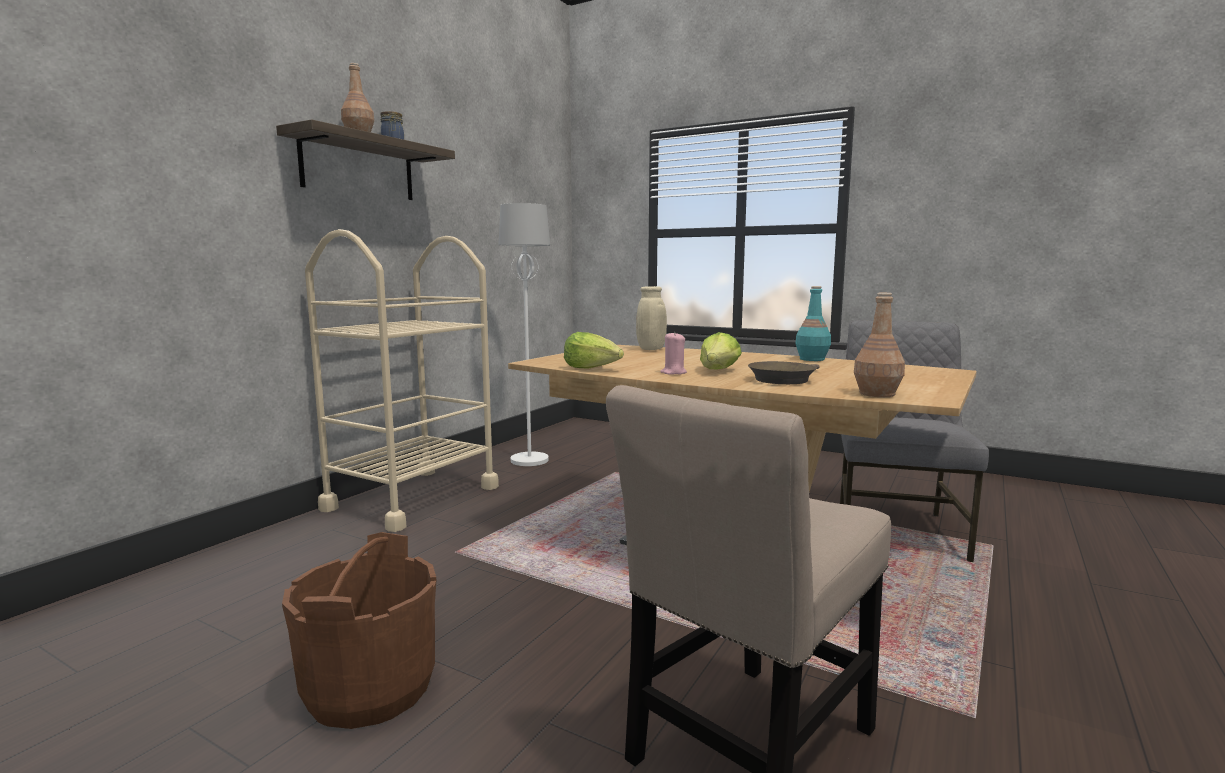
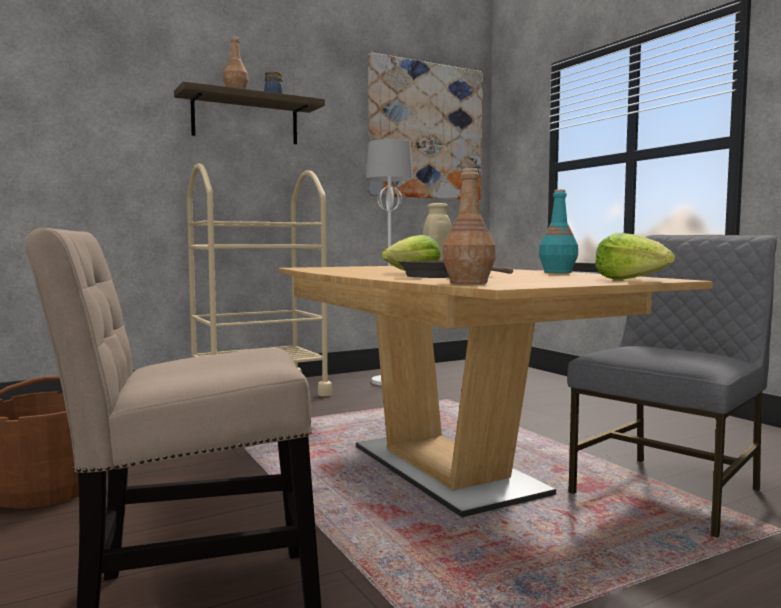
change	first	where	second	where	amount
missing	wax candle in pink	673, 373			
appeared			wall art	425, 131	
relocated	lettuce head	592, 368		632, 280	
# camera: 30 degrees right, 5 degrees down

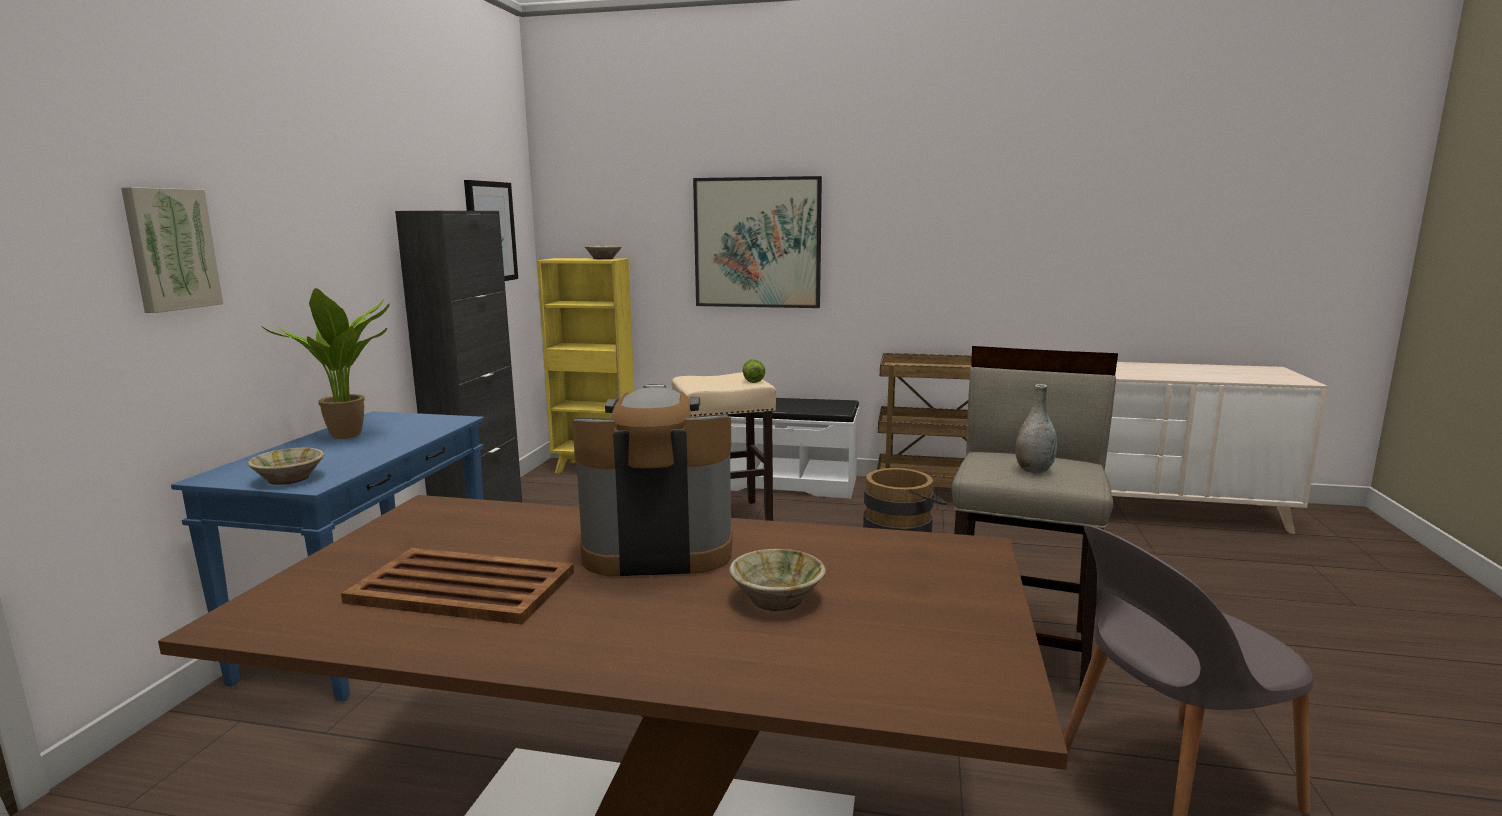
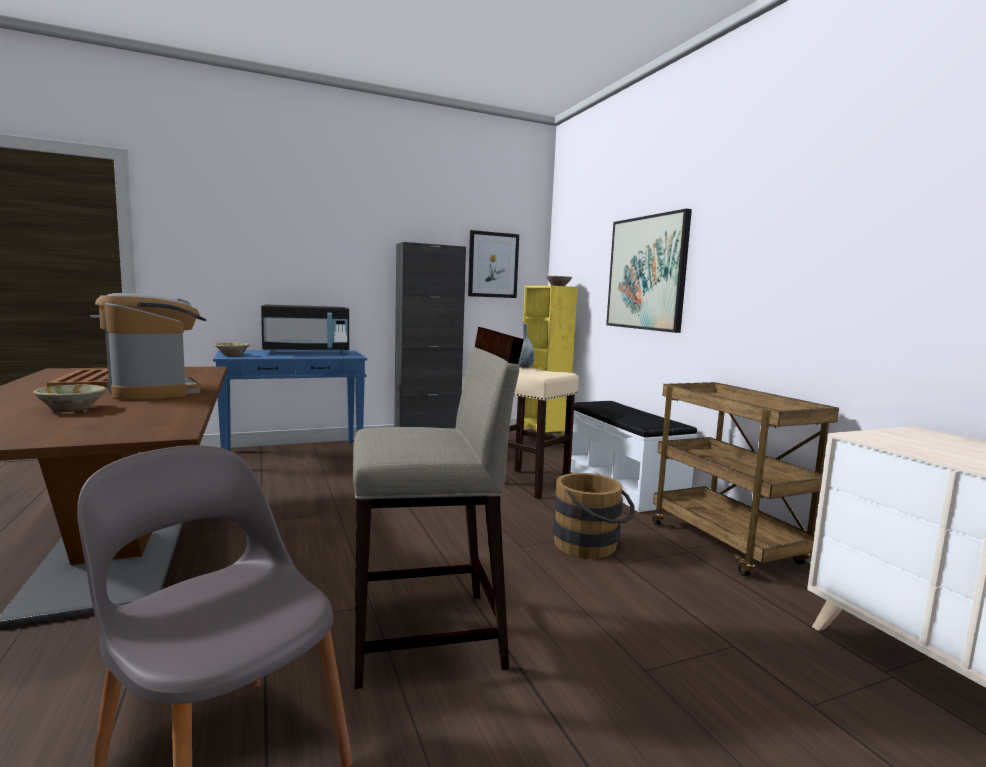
change	first	where	second	where	amount
missing	wall art	170, 249			
missing	lettuce head	753, 380			
relocated	vase in grey	1034, 470		524, 367	
exchanged	plant in a pot	351, 436	kitchen microwave in black-coloured	307, 352	
# camera: 55 degrees right, 5 degrees down

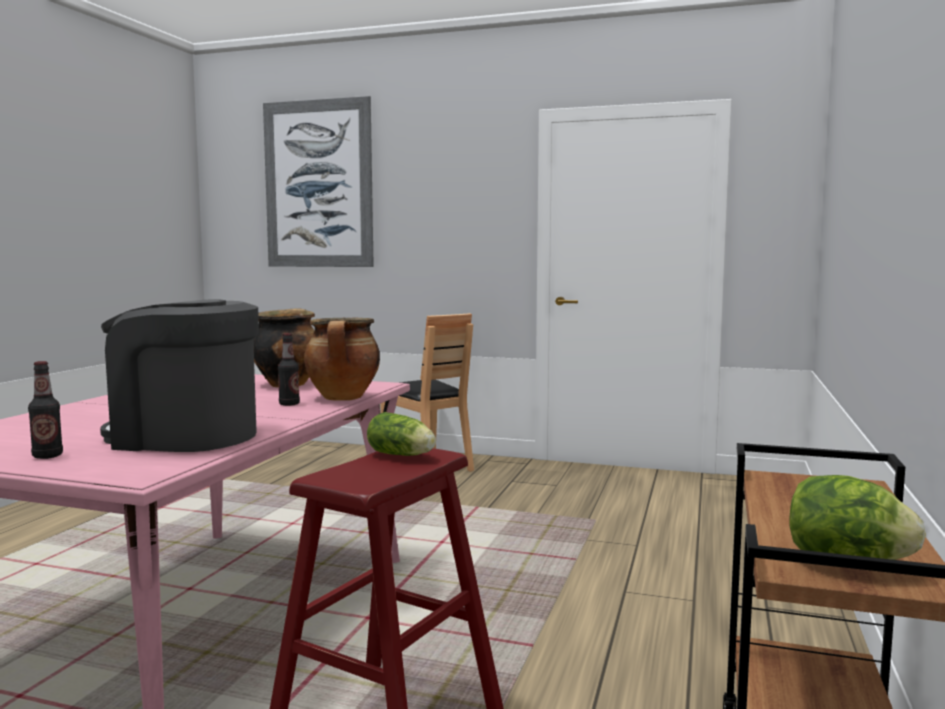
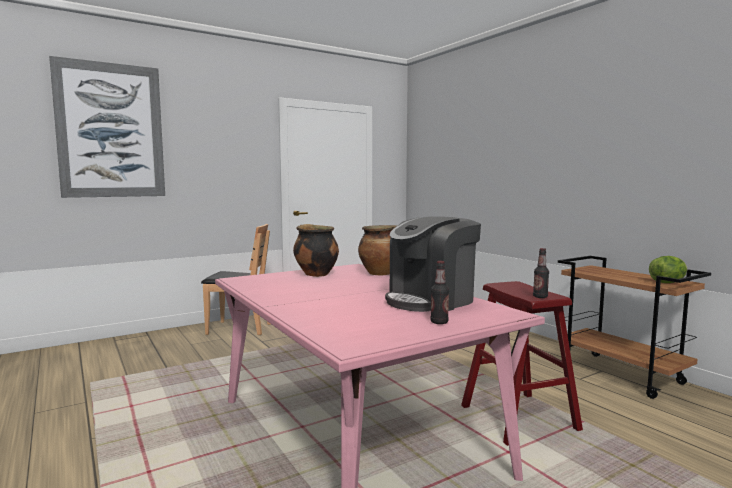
change	first	where	second	where	amount
missing	lettuce head	403, 455			
relocated	drink bottle	289, 404		540, 297	
# camera: 50 degrees left, 0 degrees up

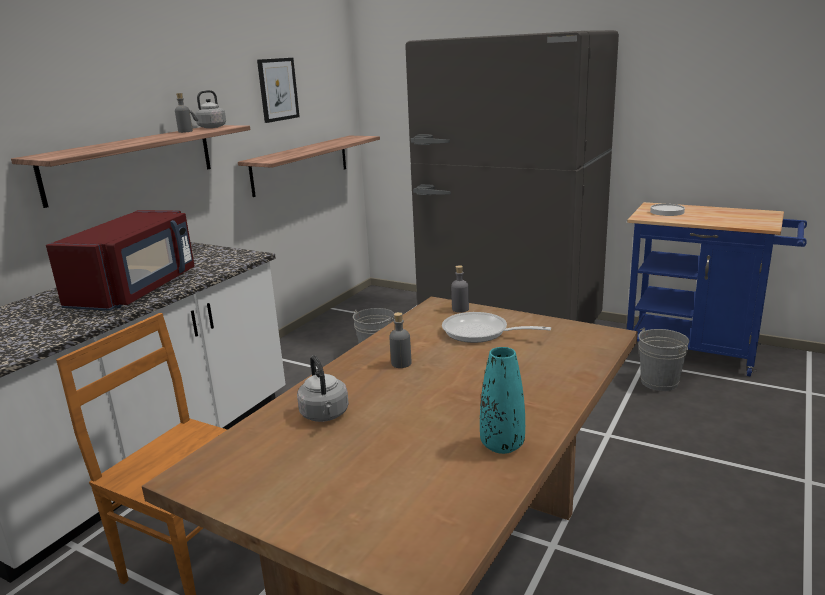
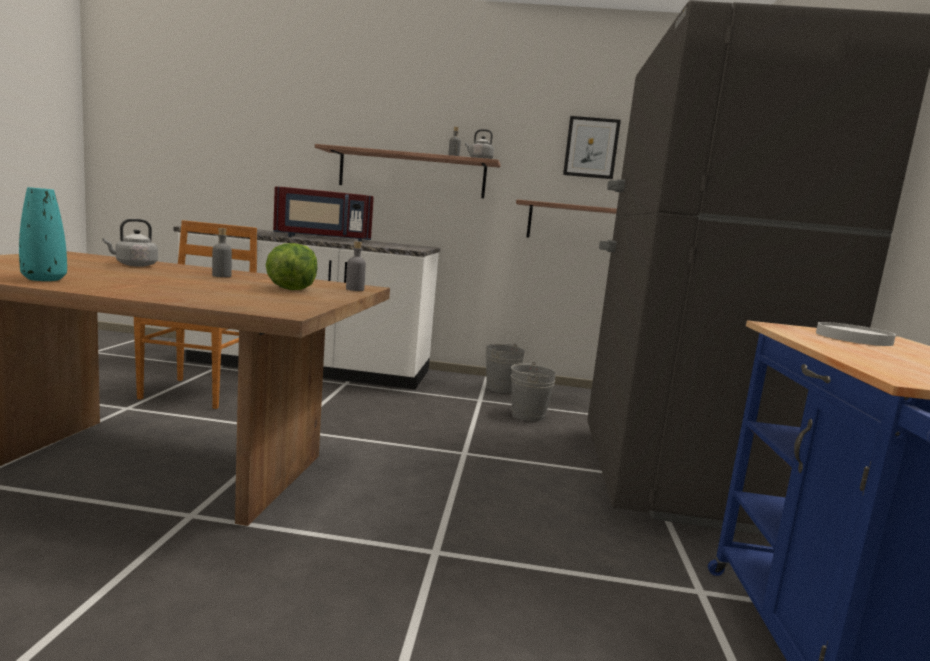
change	first	where	second	where	amount
relocated	water bucket in grey	659, 382		501, 388	
exchanged	skillet	481, 333	lettuce head	291, 289	
# camera: 65 degrees right, 10 degrees down

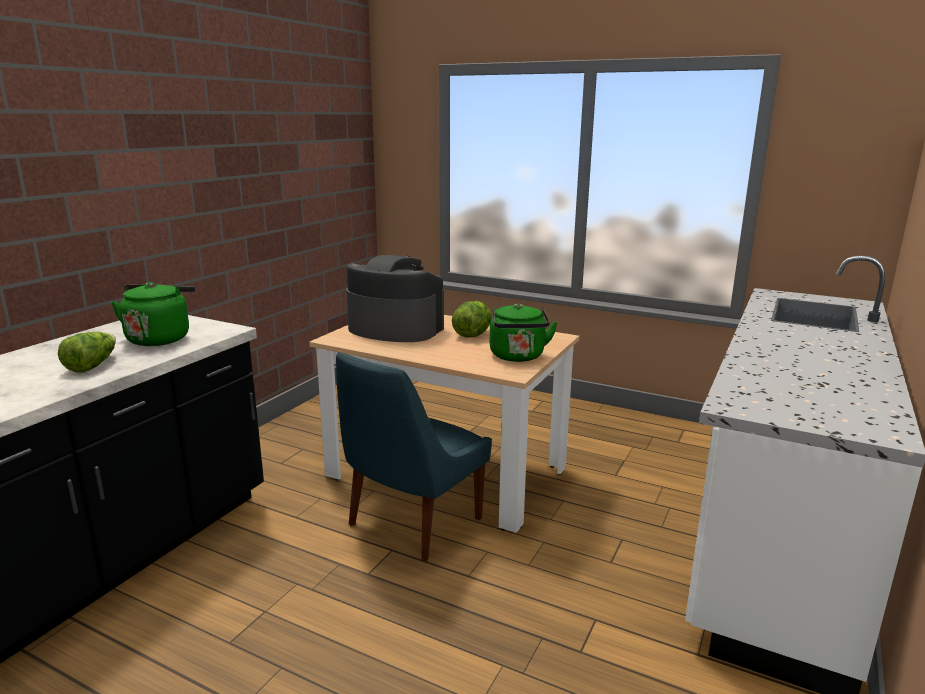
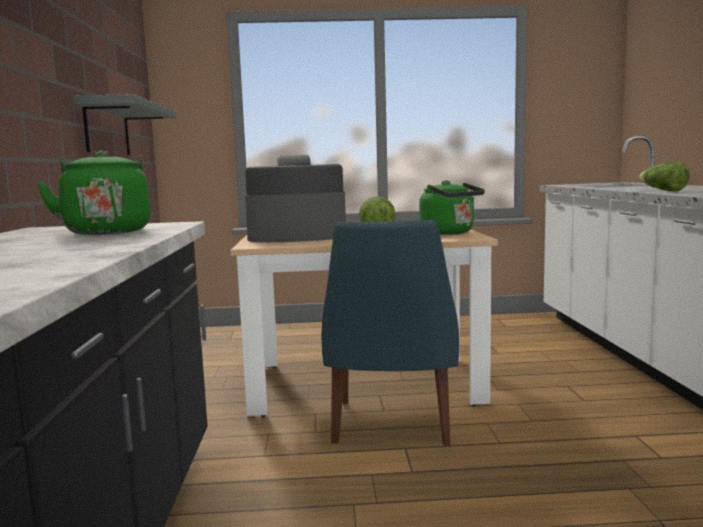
change	first	where	second	where	amount
appeared			wall shelf in grey	107, 129	
relocated	lettuce head	92, 365		662, 191	
# camera: 30 degrees left, 10 degrees down

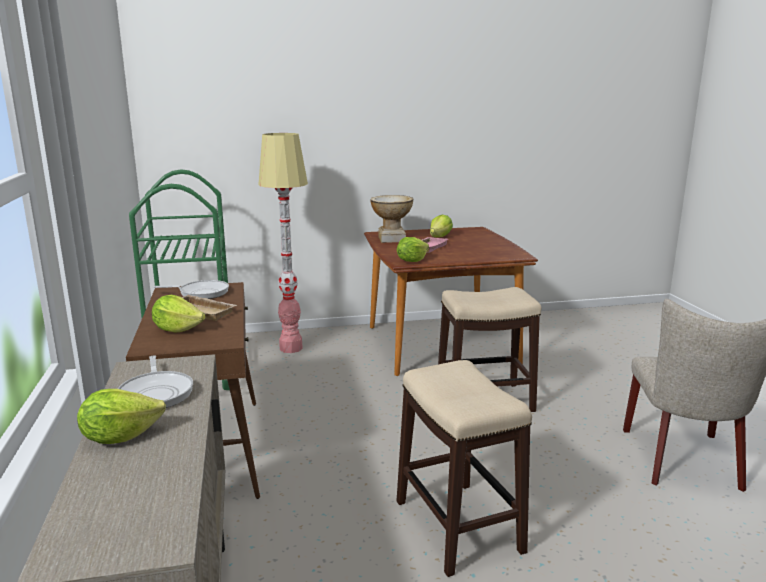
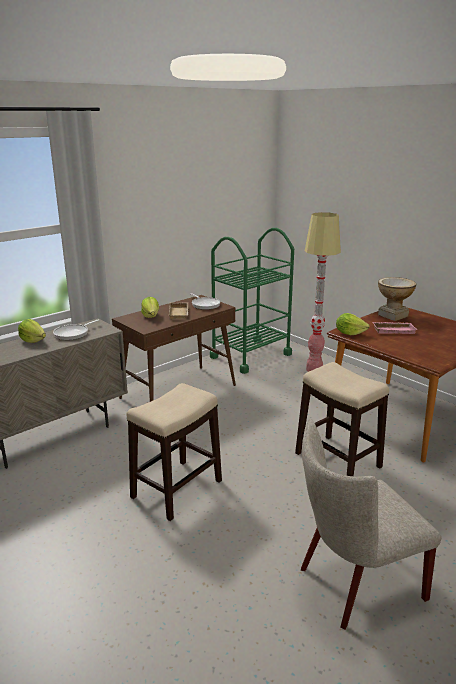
change	first	where	second	where	amount
missing	lettuce head	440, 237			
# camera: 60 degrees right, 5 degrees up

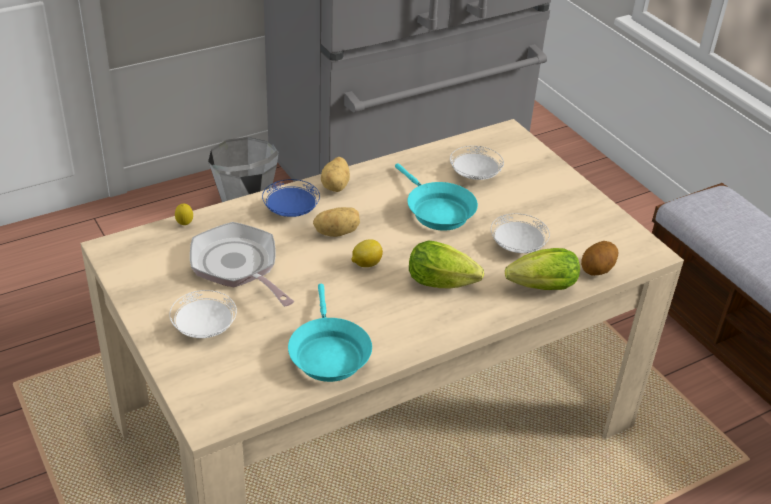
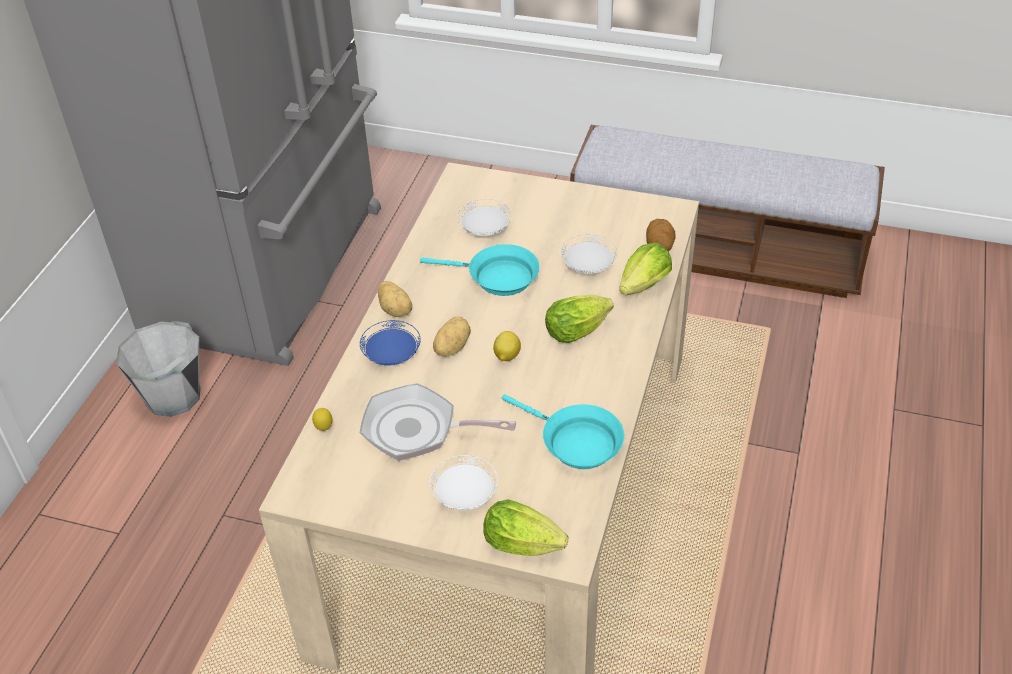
change	first	where	second	where	amount
appeared			lettuce head	527, 546	
# camera: 40 degrees left, 5 degrees up

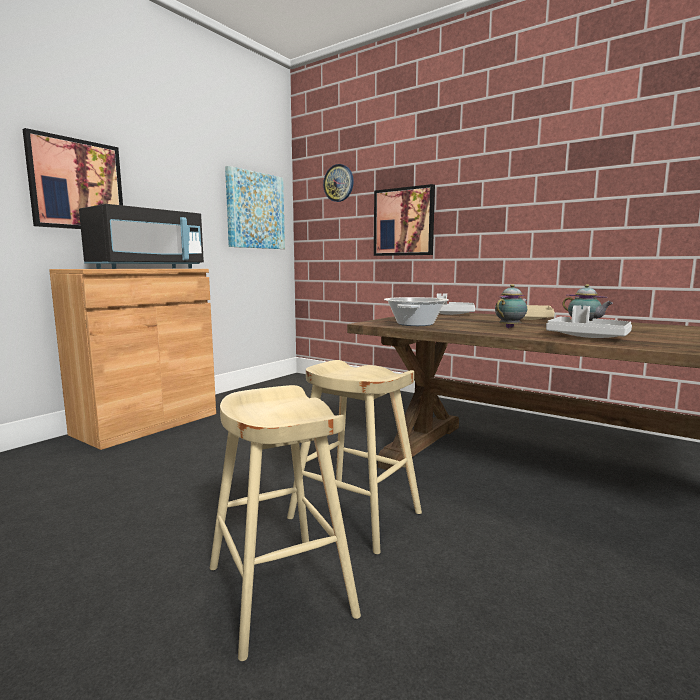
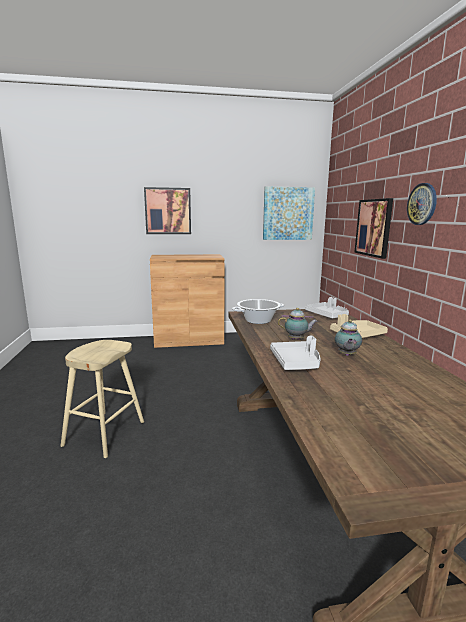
change	first	where	second	where	amount
missing	kitchen microwave in black-coloured	147, 268			
missing	sitting stool in sand-coloured	355, 516			
relocated	clock on the wall	338, 183		422, 204	
# camera: 45 degrees right, 5 degrees up

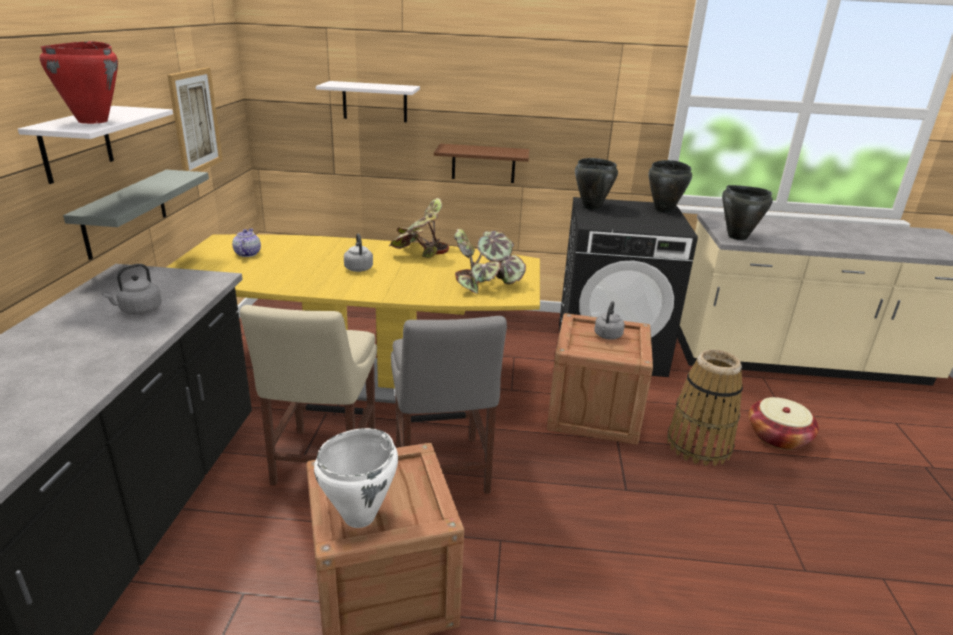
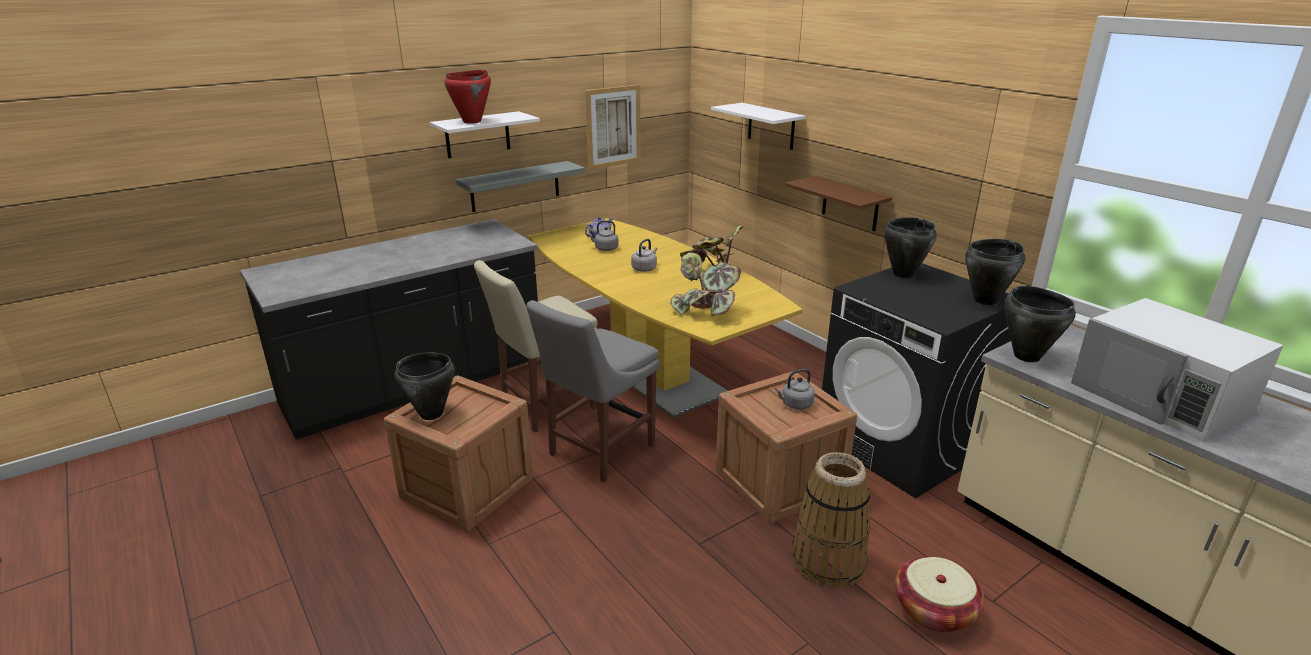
change	first	where	second	where	amount
appeared			kitchen microwave in whitish	1161, 397	
relocated	kettle in grey	139, 311		605, 249	
colour	saucepot in whitish	360, 516	saucepot in black-coloured	431, 414	
# camera: 50 degrees right, 0 degrees up

